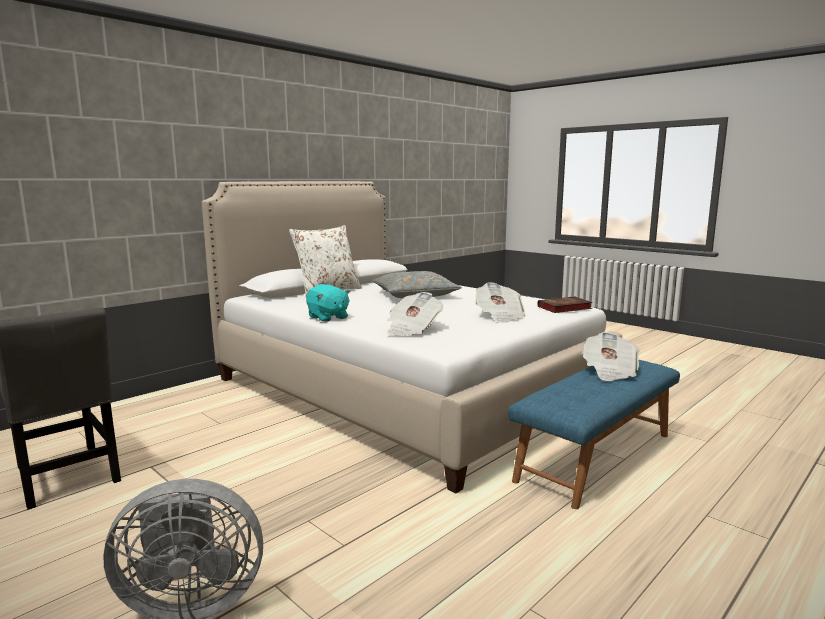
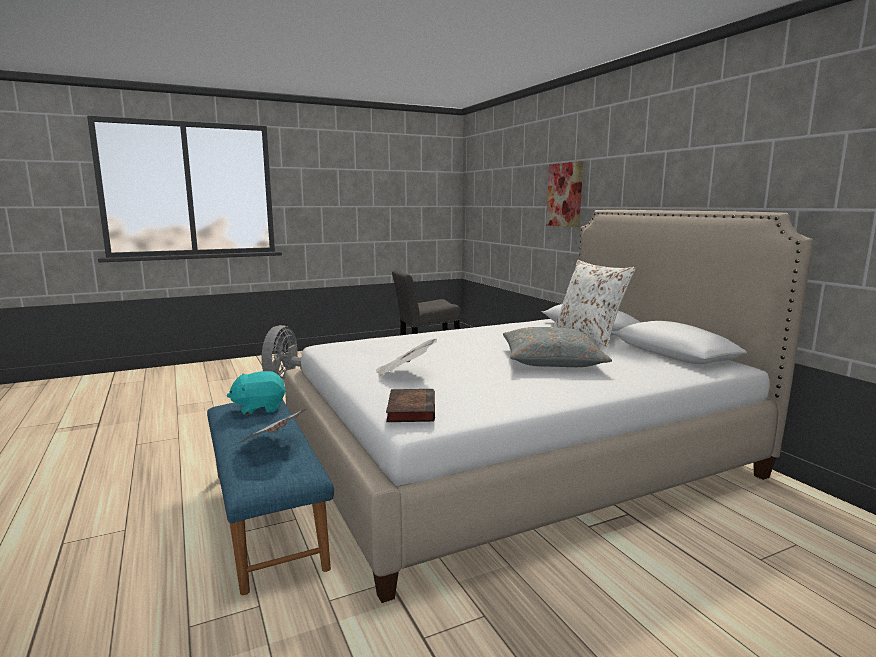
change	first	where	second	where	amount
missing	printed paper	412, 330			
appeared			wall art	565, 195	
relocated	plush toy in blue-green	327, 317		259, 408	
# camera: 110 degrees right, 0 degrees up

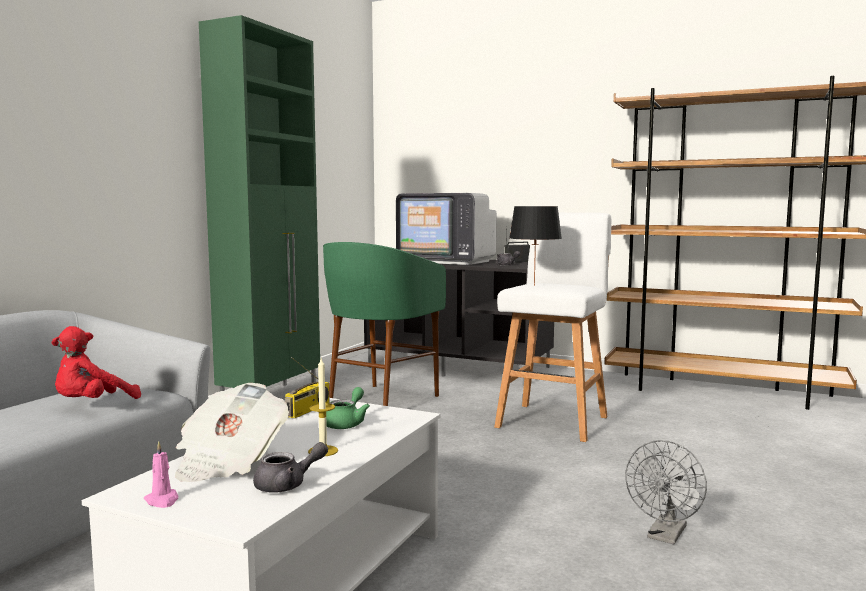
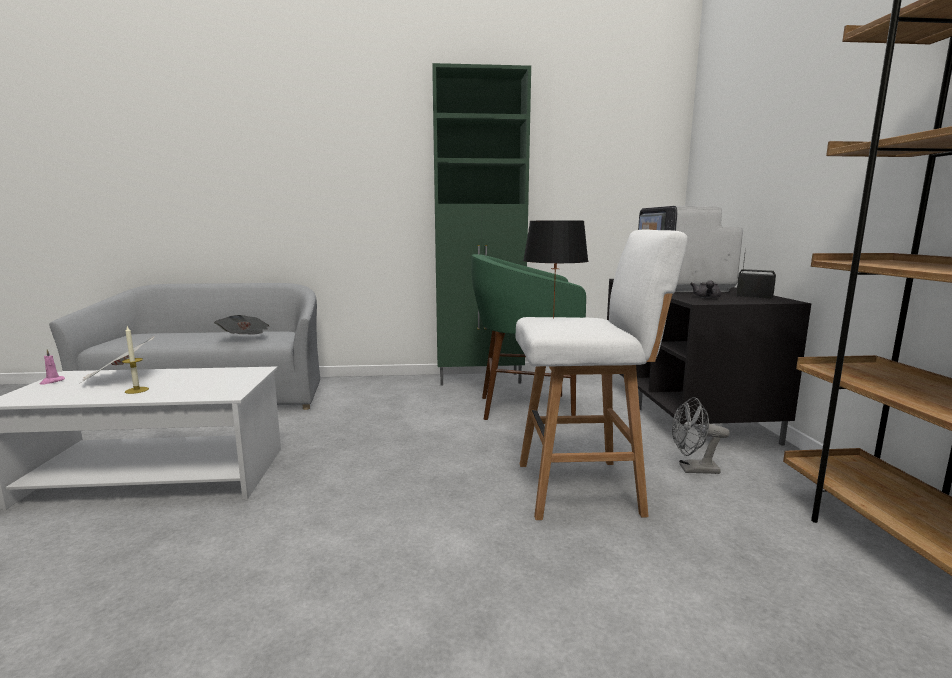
change	first	where	second	where	amount
missing	pot for tea in grey	287, 485			
missing	radio	308, 410			
missing	pot for tea in greenish	347, 423			
relocated	cooling fan in grey	665, 536		693, 469	
exchanged	plush toy in red	92, 404	printed paper	245, 339	
# camera: 60 degrees right, 5 degrees up

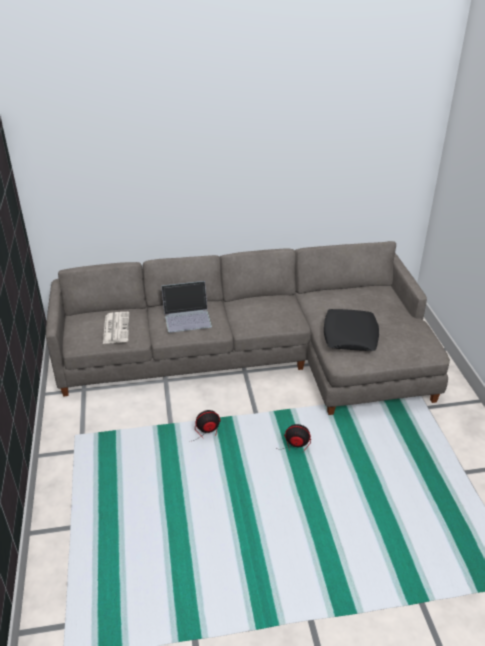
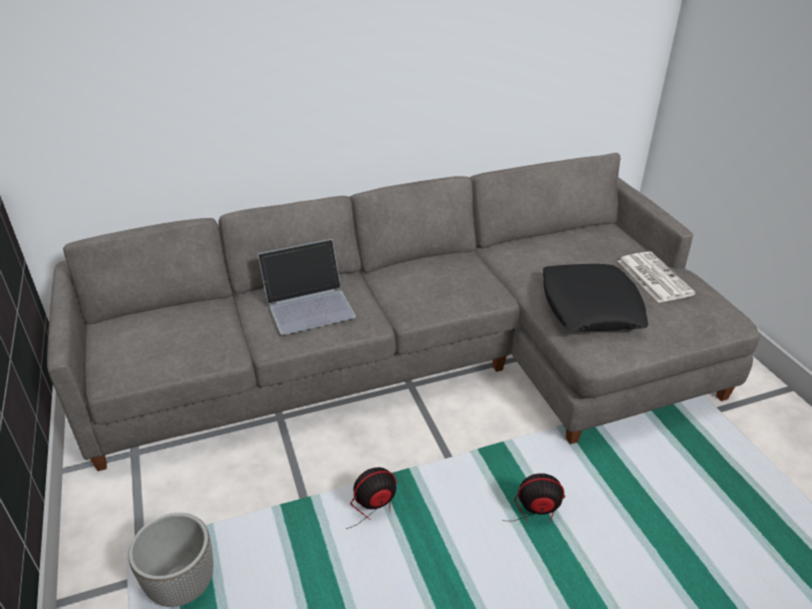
change	first	where	second	where	amount
appeared			plant pot	181, 585	
relocated	printed paper	116, 328		653, 277	
# camera: 10 degrees left, 0 degrees up

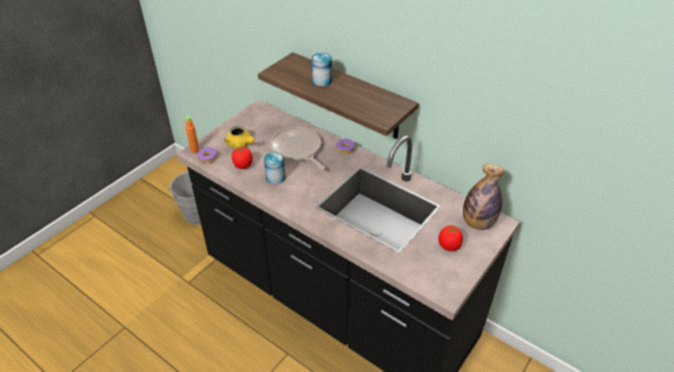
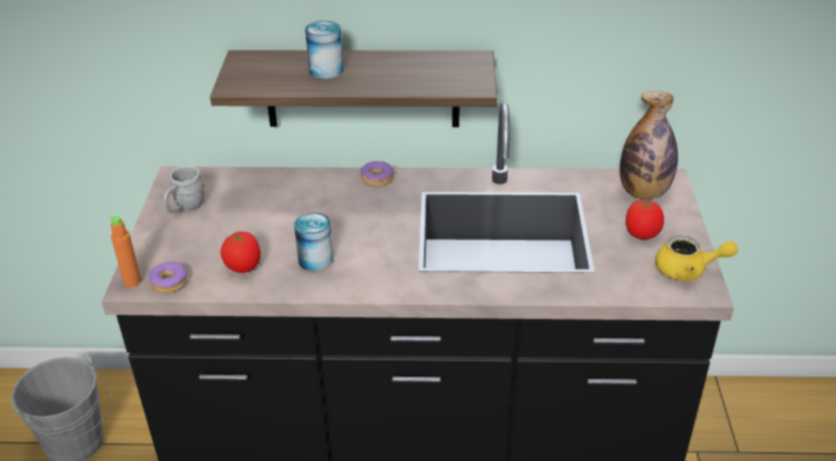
change	first	where	second	where	amount
missing	skillet	297, 150			
appeared			coffee mug in grey	185, 207	
relocated	pot for tea in yellow	240, 145		688, 270	
# camera: 35 degrees left, 5 degrees down

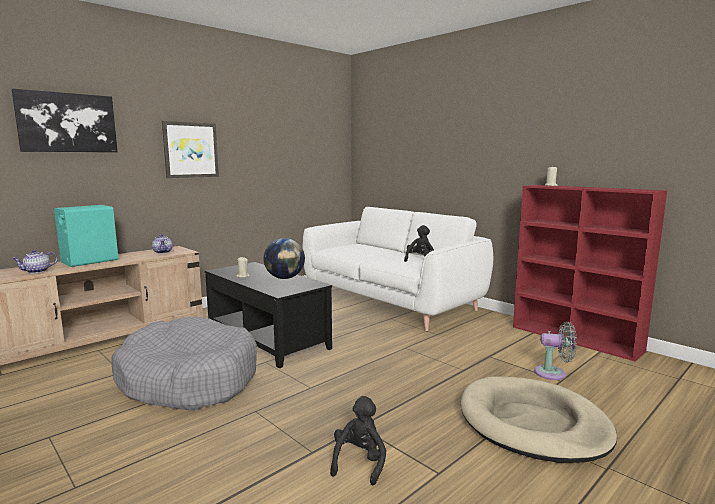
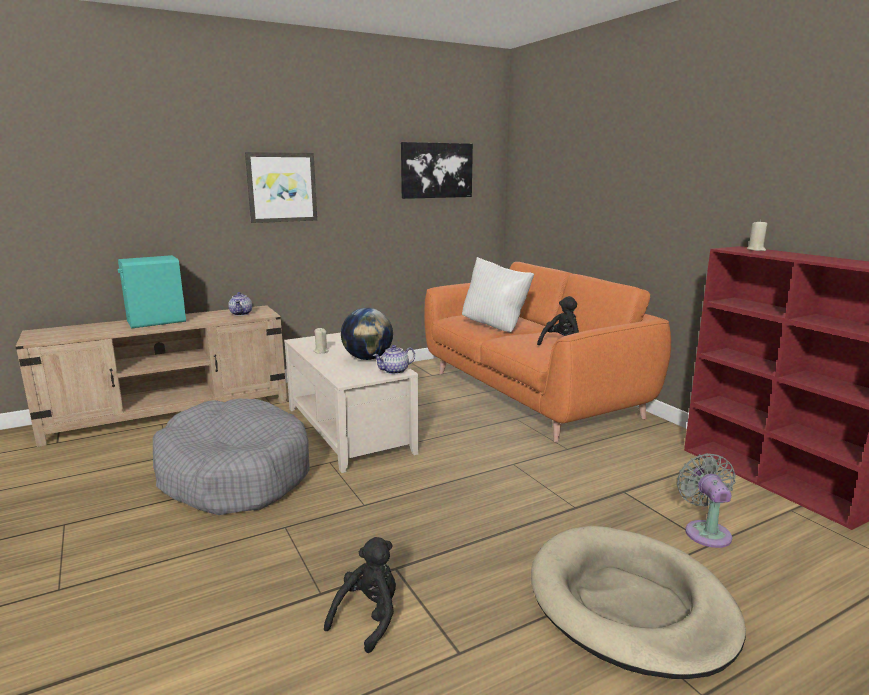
change	first	where	second	where	amount
appeared			cushion in whitish	495, 327	
relocated	wall art	67, 122		436, 170	
relocated	pot for tea	37, 271		394, 371	
colour	low table in black-coloured	267, 338	low table in sand-coloured	348, 430	
colour	couch in whitish	391, 302	couch in orange-coloured	530, 394	
spun	cooling fan in grey	553, 373		706, 531	120 degrees counterclockwise
# camera: 15 degrees right, 5 degrees up

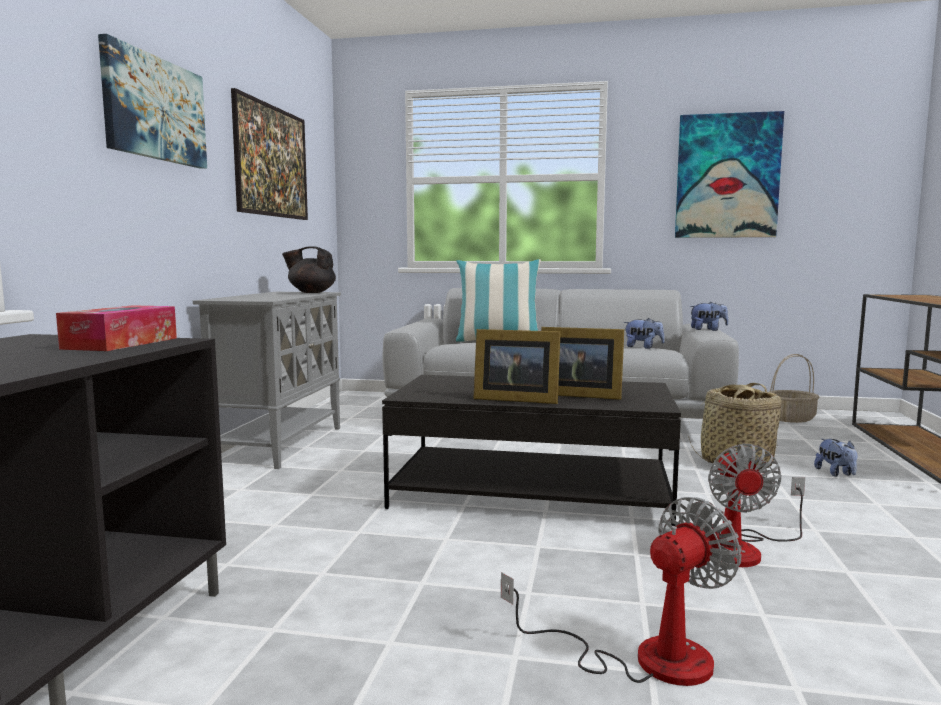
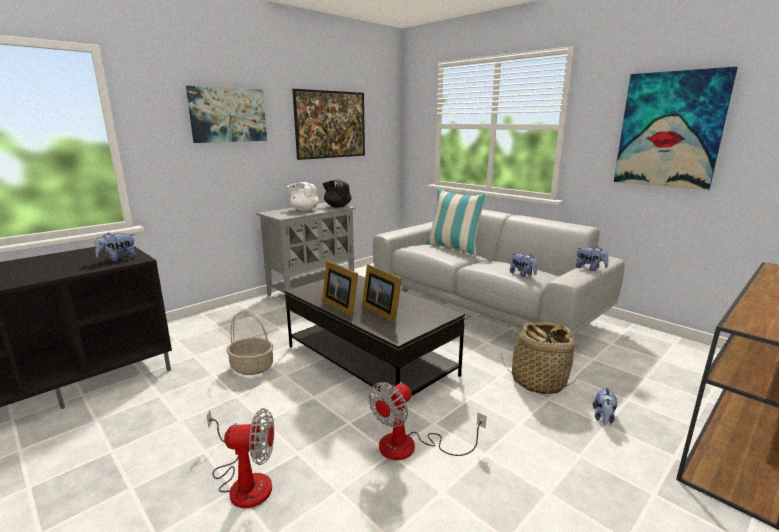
change	first	where	second	where	amount
appeared			pot for tea in whitish	304, 210	
relocated	storage basket	790, 418		252, 367	
exchanged	tissue holder	121, 343	plush toy	118, 259	
# camera: 35 degrees right, 10 degrees up

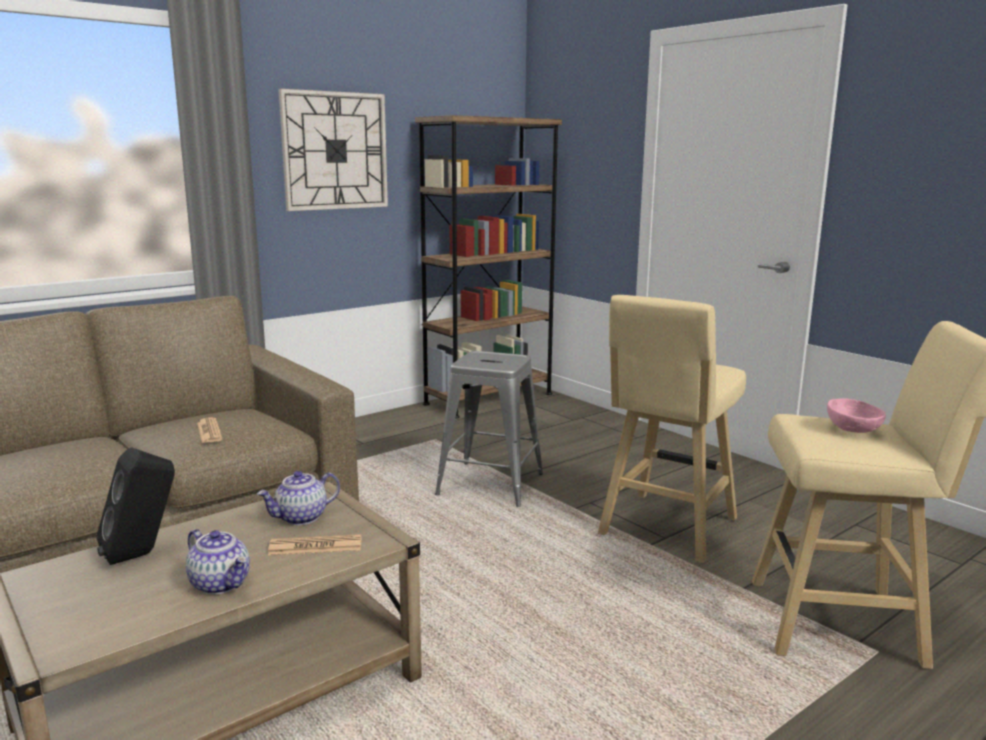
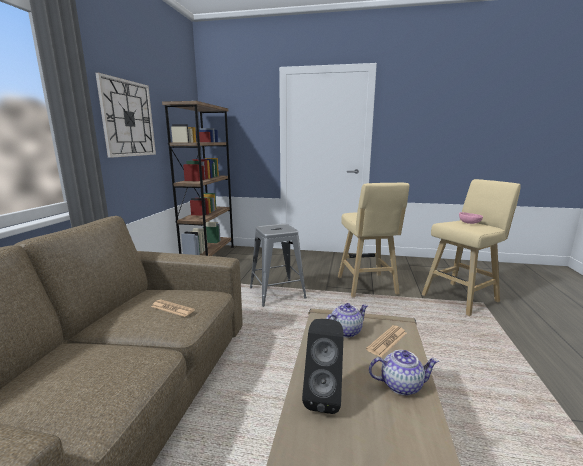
change	first	where	second	where	amount
spun	pot for tea	301, 518		345, 331	135 degrees counterclockwise
# camera: 40 degrees left, 0 degrees up

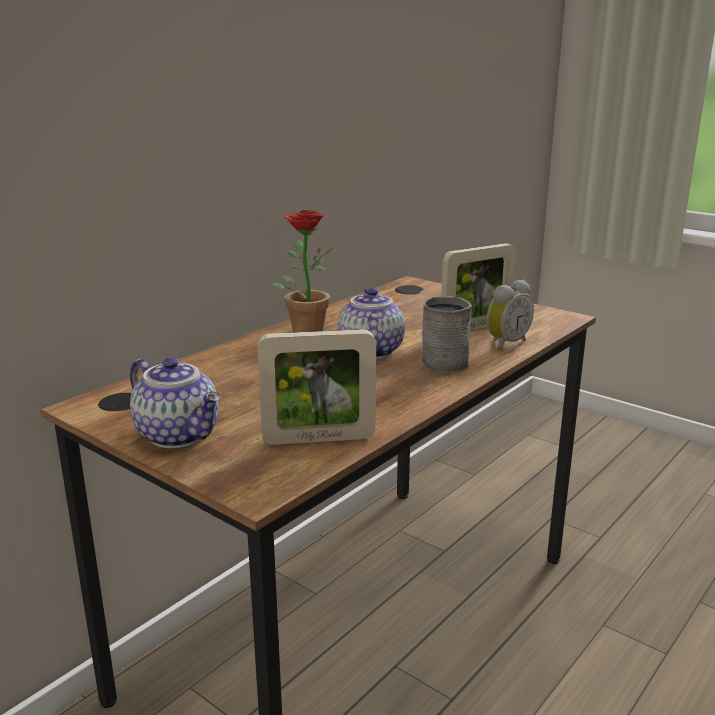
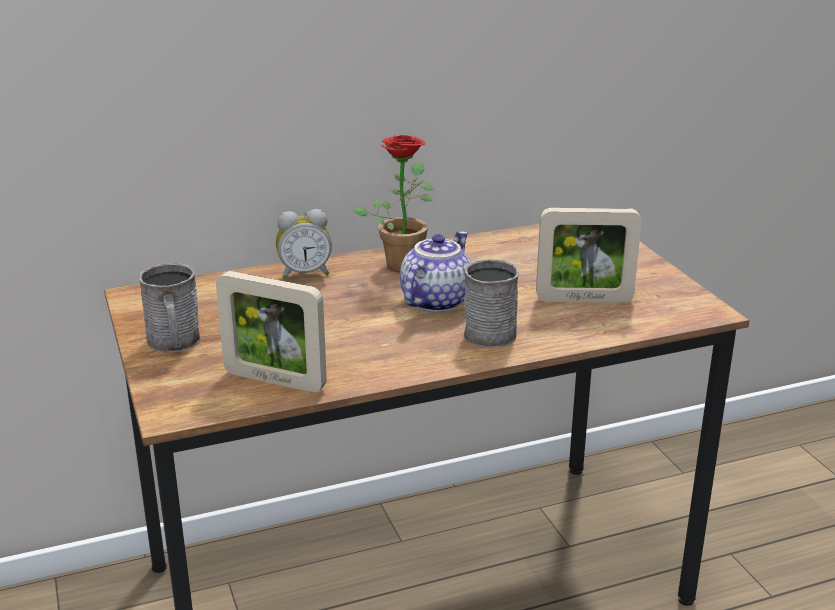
change	first	where	second	where	amount
relocated	bedside clock	505, 344		304, 273	
exchanged	pot for tea	180, 435	coffee mug in grey	174, 343	
# camera: 30 degrees right, 5 degrees up

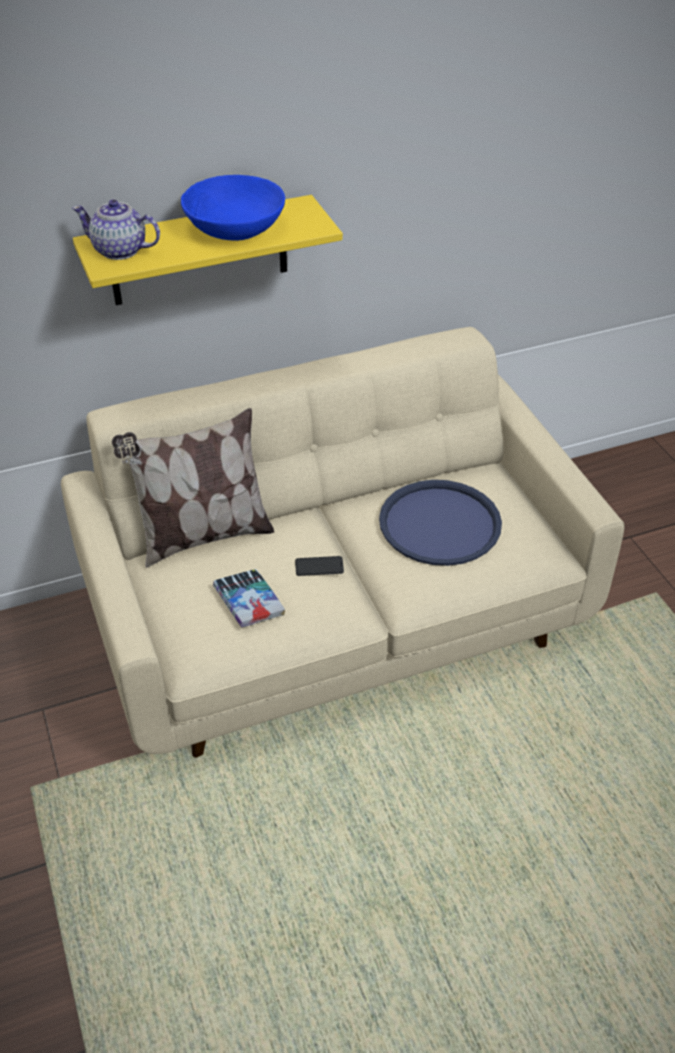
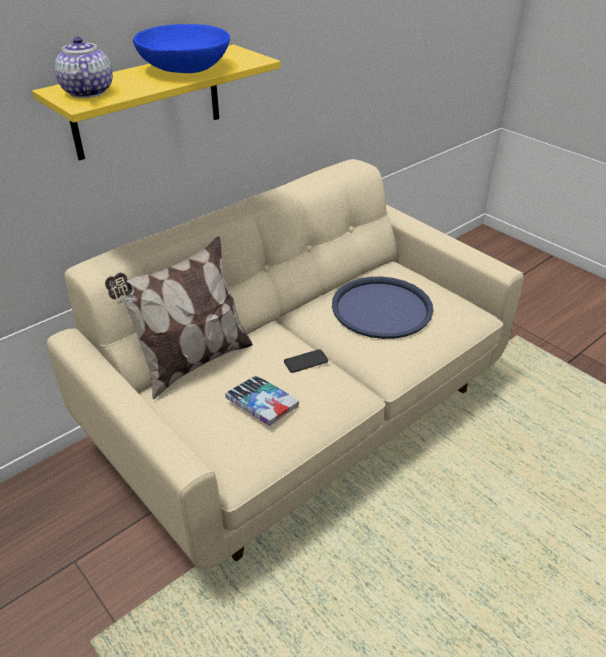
change	first	where	second	where	amount
spun	pot for tea	120, 251		87, 92	75 degrees clockwise
# camera: 20 degrees left, 5 degrees down

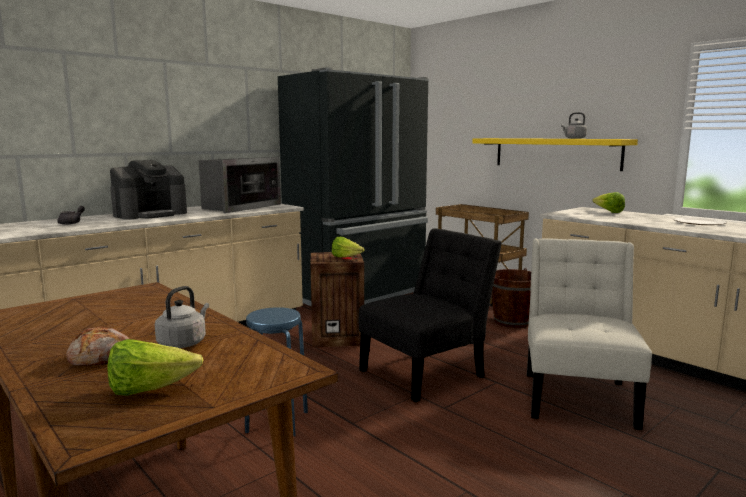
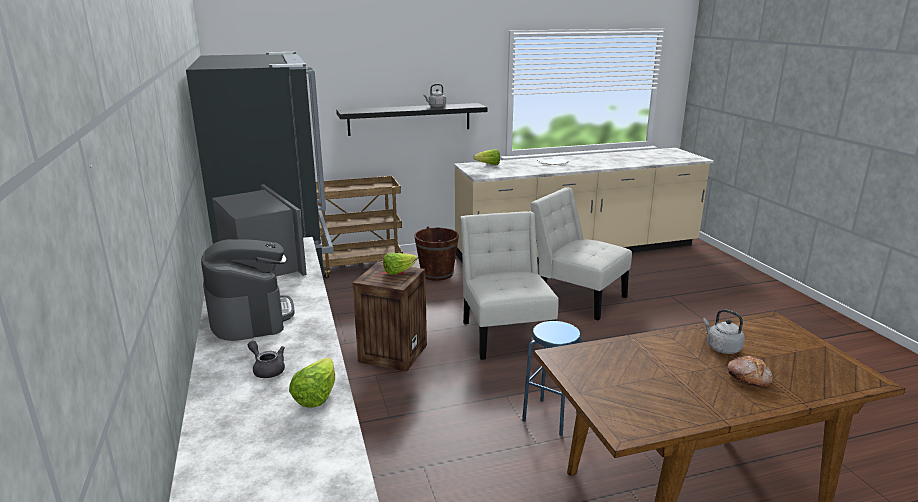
change	first	where	second	where	amount
relocated	lettuce head	150, 390		316, 396	
colour	upright chair in black-coloured	427, 372	upright chair in whitish	505, 333	
colour	wall shelf in yellow	555, 153	wall shelf in black-coloured	409, 119	
# camera: 65 degrees left, 10 degrees up

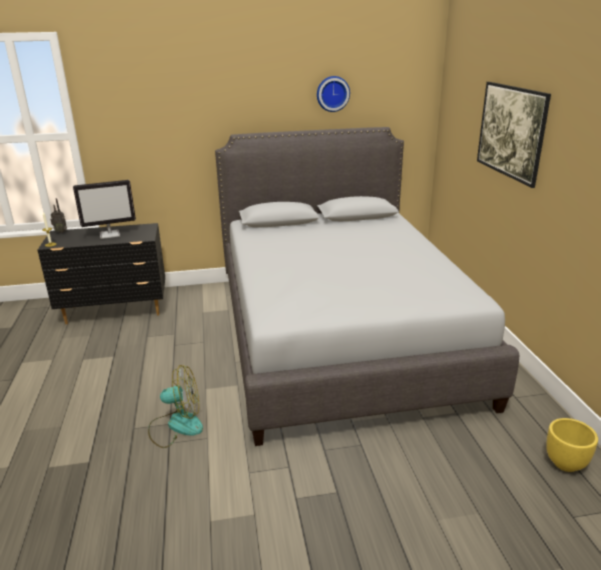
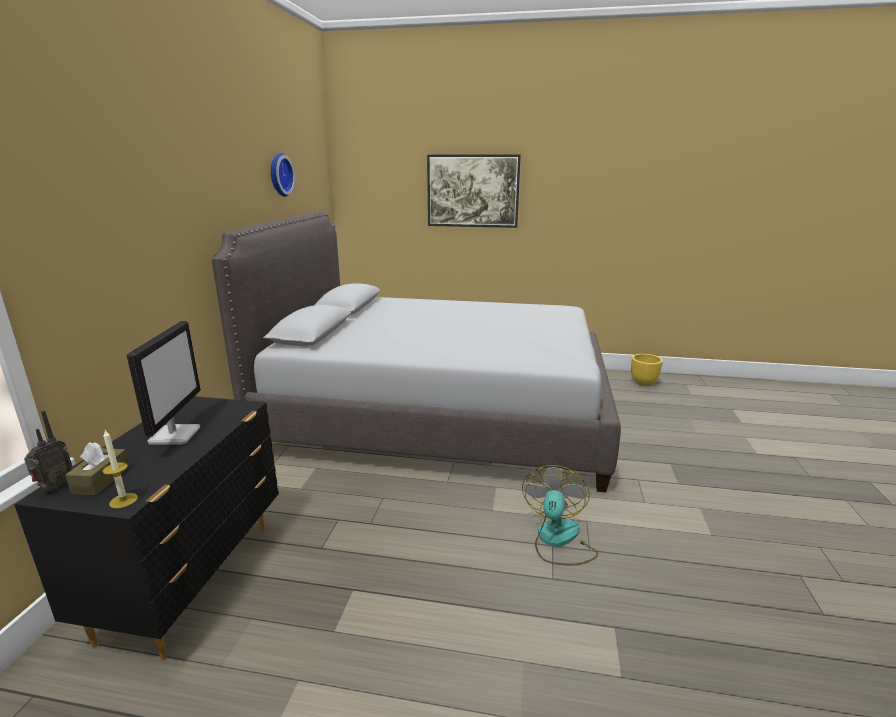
change	first	where	second	where	amount
appeared			tissue holder in brown	101, 480	
# camera: 70 degrees left, 5 degrees down

